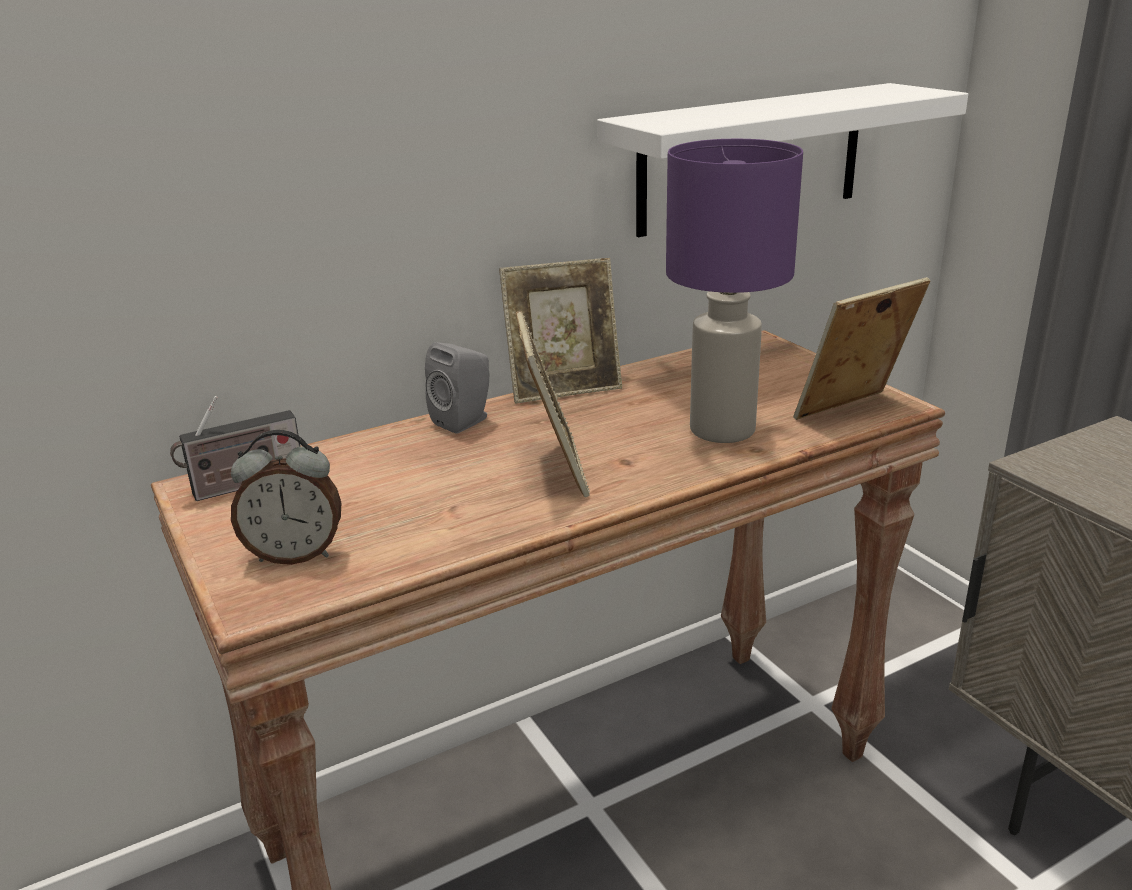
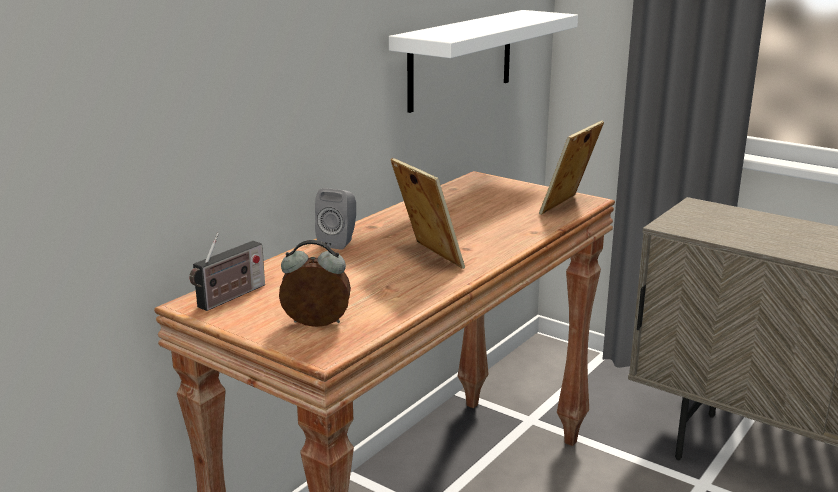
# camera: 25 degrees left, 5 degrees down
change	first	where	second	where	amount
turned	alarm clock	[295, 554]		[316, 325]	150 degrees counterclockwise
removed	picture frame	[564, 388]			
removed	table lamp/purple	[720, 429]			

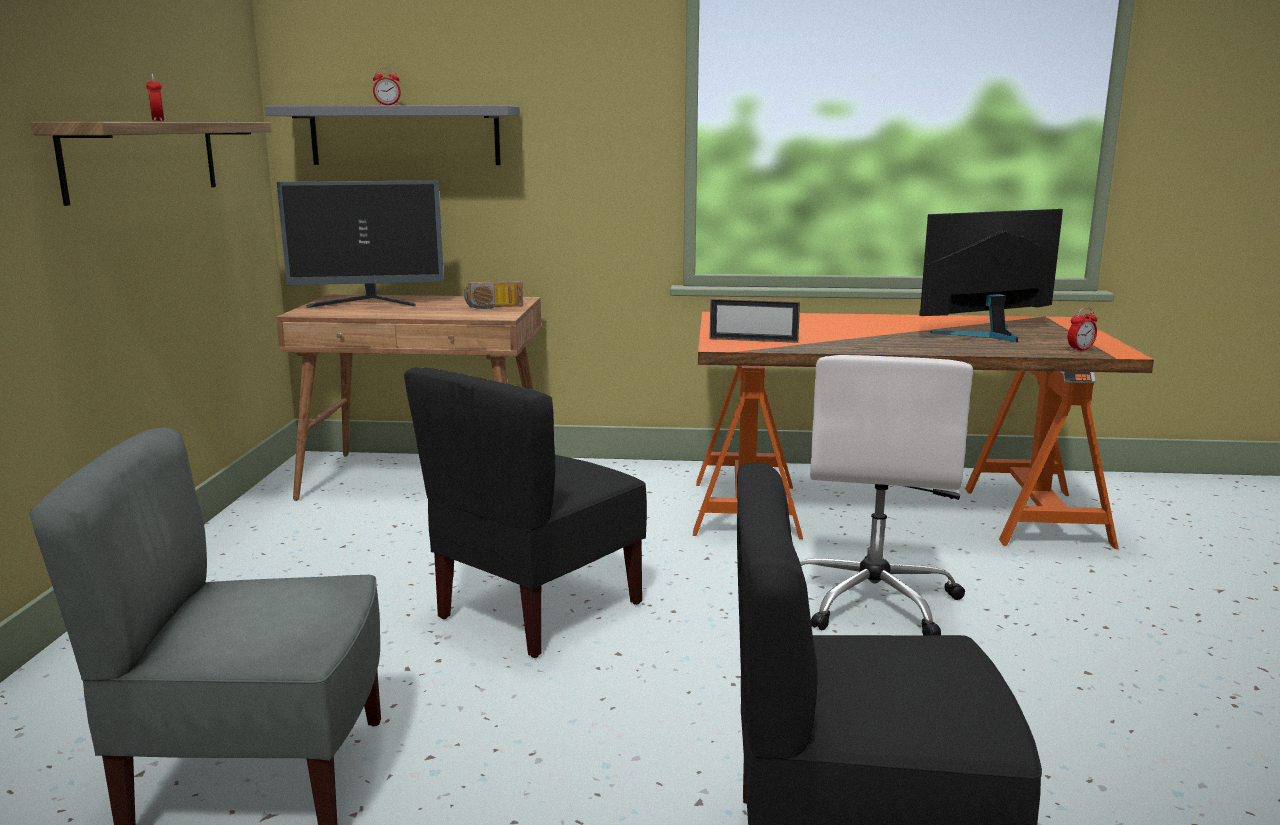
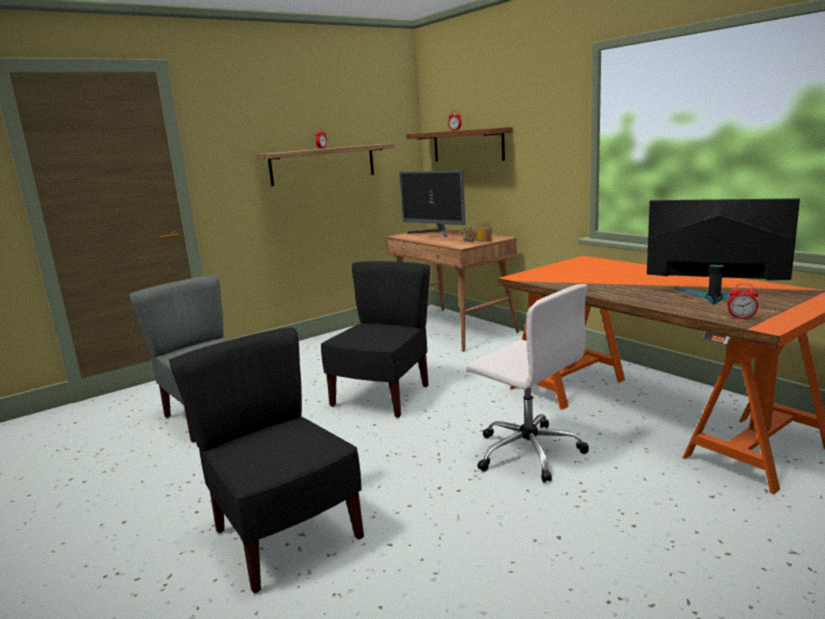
# camera: 50 degrees right, 0 degrees up
change	first	where	second	where	amount
turned	chair/black	[537, 610]		[382, 396]	120 degrees clockwise
recoloured	shelf/grey	[405, 135]	shelf/brown	[467, 145]	
turned	office chair/white	[873, 600]		[527, 451]	105 degrees counterclockwise
removed	picture frame	[753, 340]			

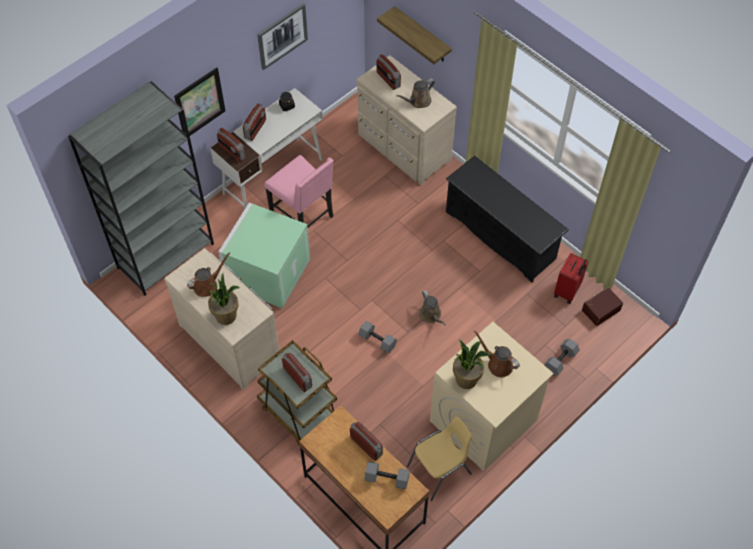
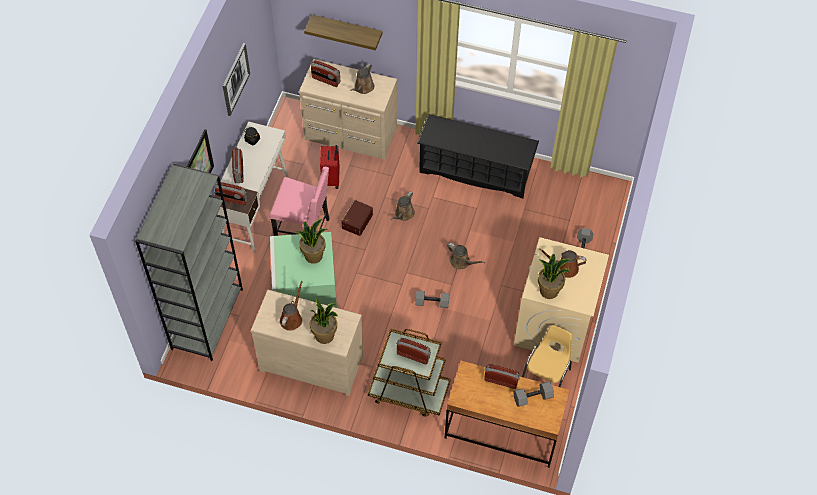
# camera: 30 degrees left, 0 degrees up
change	first	where	second	where	amount
added			potted plant	[313, 255]	
moved	suitcase/red	[567, 291]		[331, 179]	
moved	storage box/brown	[600, 309]		[356, 221]	
added			watering can/brown	[403, 214]	

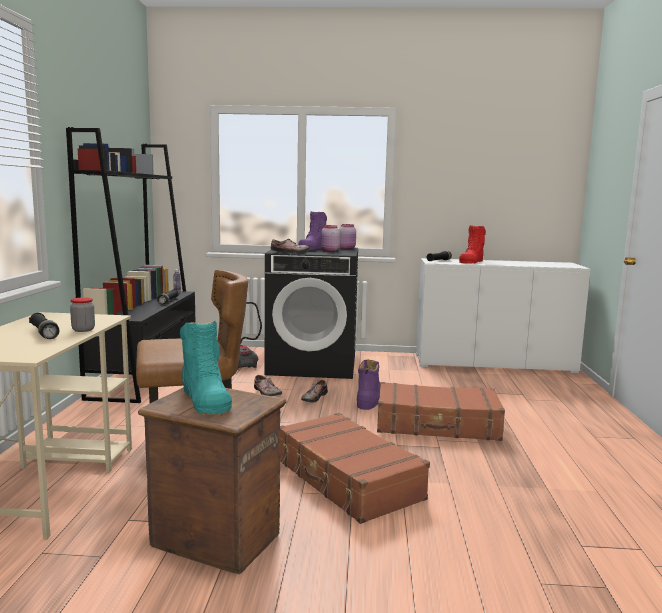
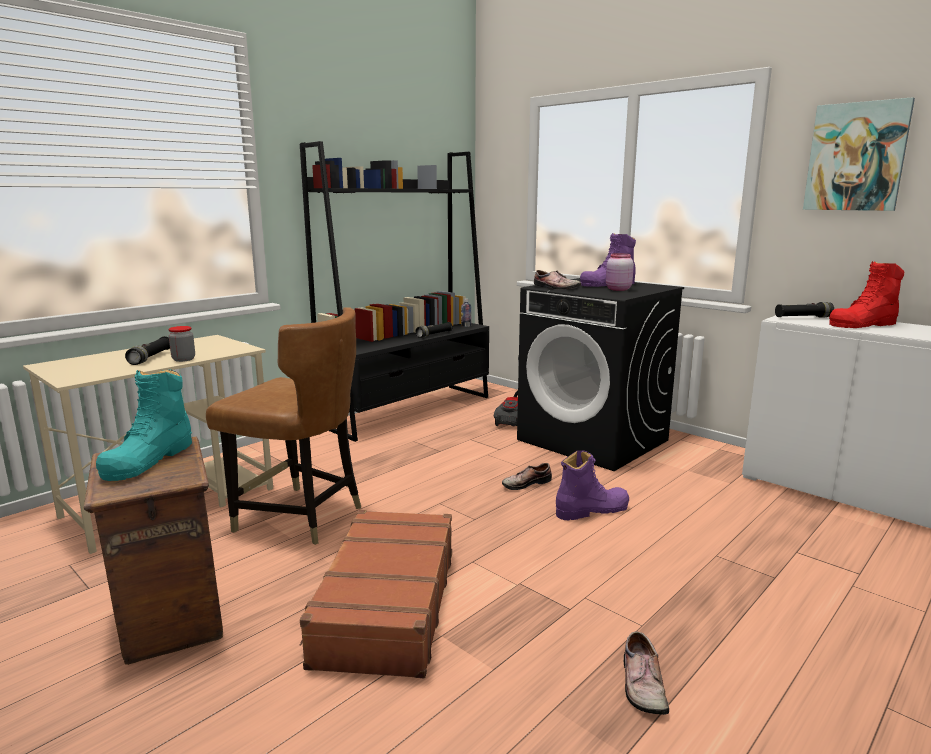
# camera: 40 degrees right, 5 degrees up
change	first	where	second	where	amount
moved	shoe	[266, 392]		[641, 684]	
added			picture	[856, 157]	
removed	jar/pink	[347, 248]			
removed	suitcase/brown	[437, 425]			

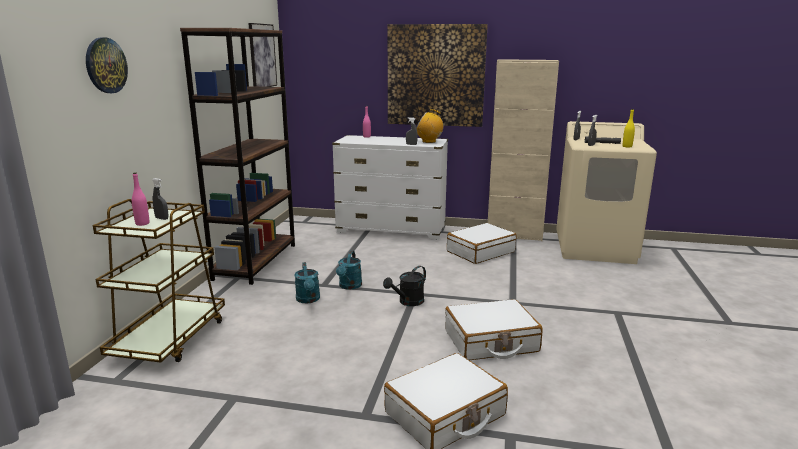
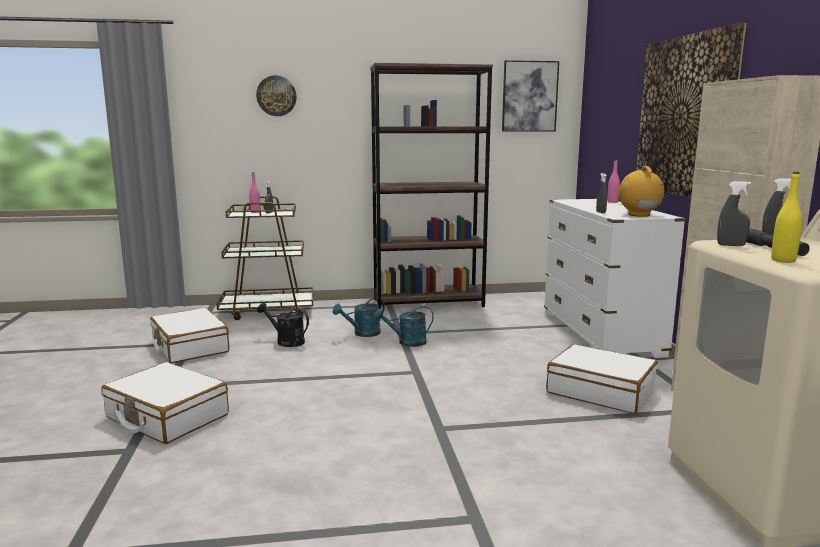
# camera: 70 degrees right, 5 degrees down
change	first	where	second	where	amount
moved	suitcase/white	[491, 341]		[189, 347]	
moved	watering can/black	[408, 302]		[286, 341]	

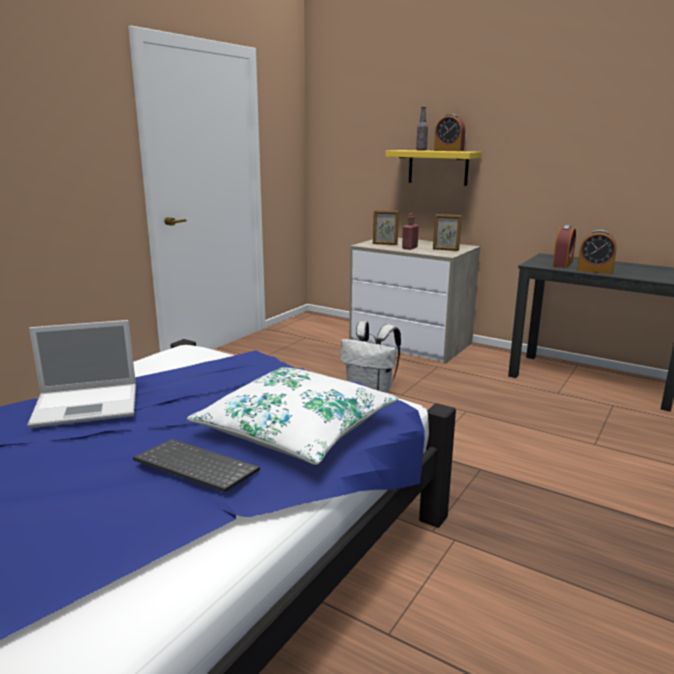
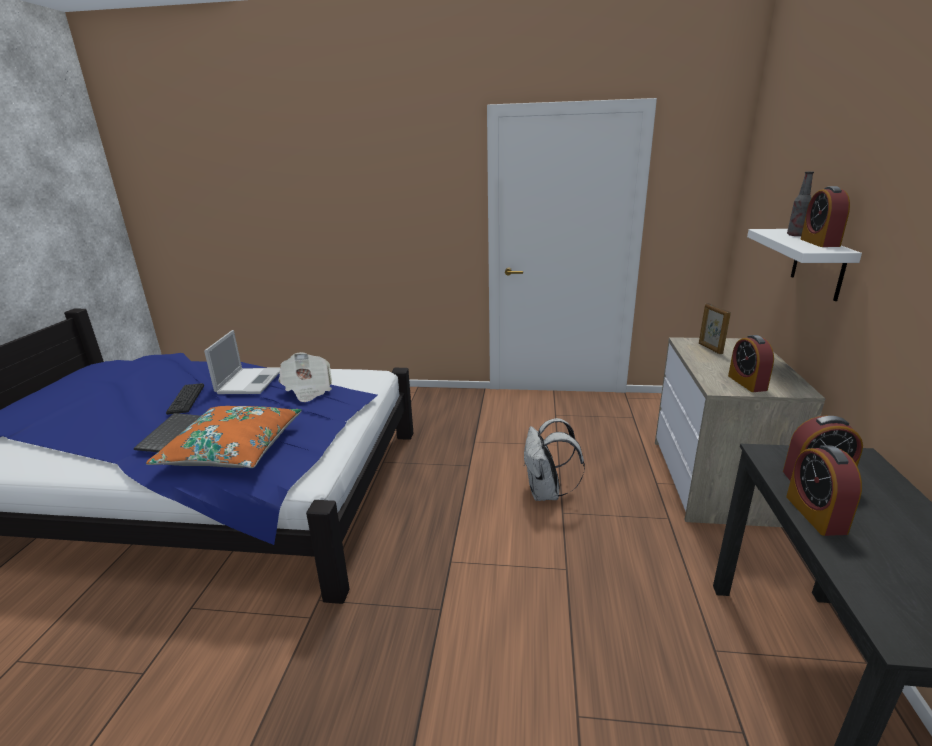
# camera: 65 degrees right, 5 degrees up
change	first	where	second	where	amount
recoloured	pillow/white	[296, 429]	pillow/orange	[233, 449]	
added			keyboard	[186, 399]	
turned	laptop	[88, 405]		[250, 381]	135 degrees counterclockwise
added			newspaper	[308, 390]	
replaced	picture frame	[445, 250]	alarm clock	[747, 383]	
recoloured	shelf/yellow	[438, 167]	shelf/white	[818, 264]	
removed	bottle/red	[409, 248]			

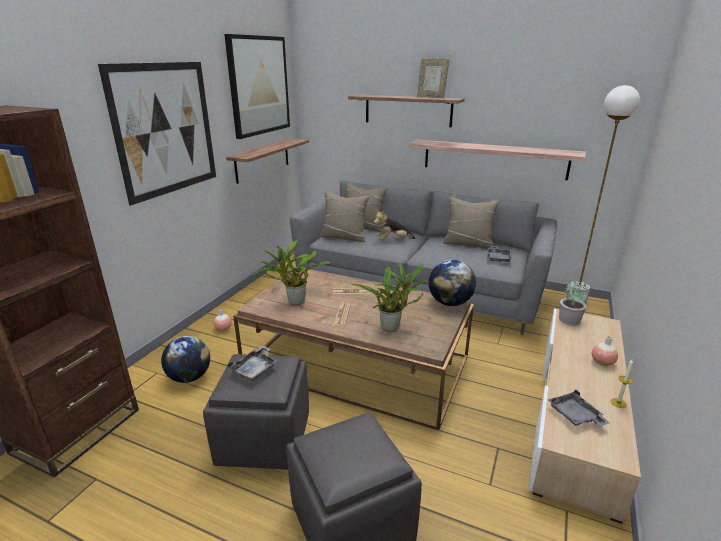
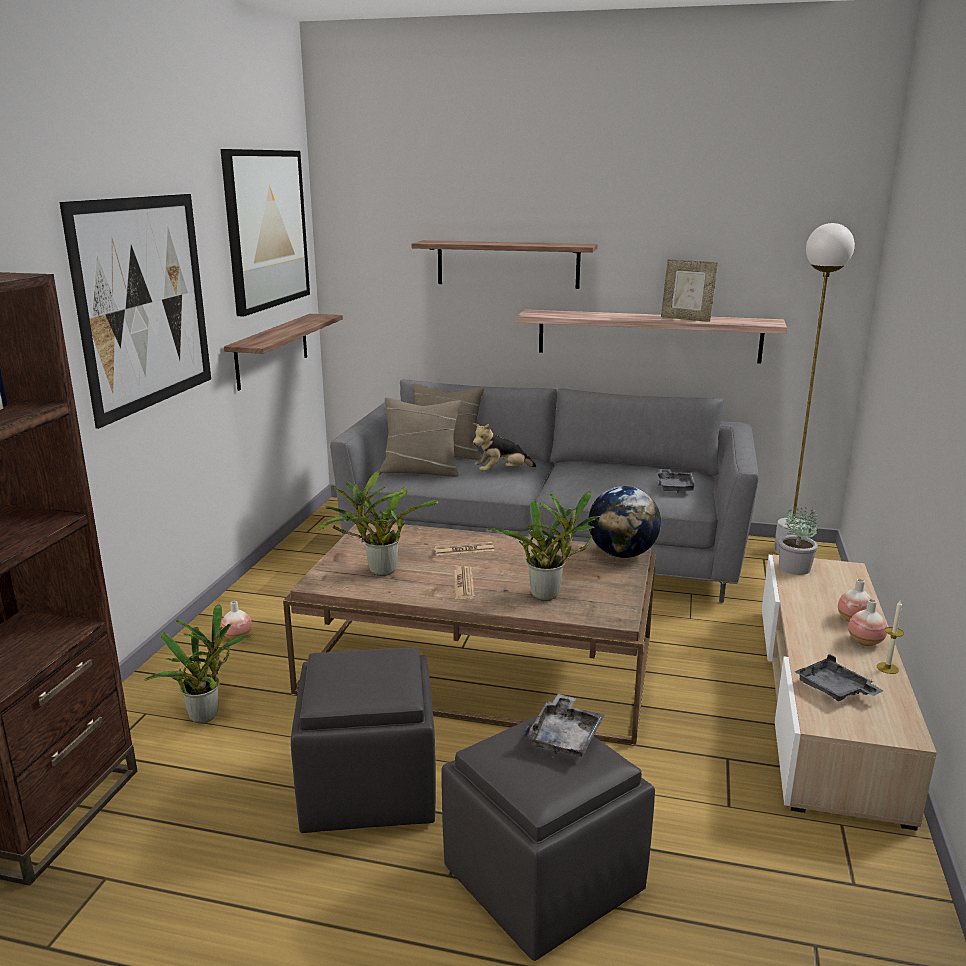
# camera: 10 degrees left, 5 degrees down
change	first	where	second	where	amount
replaced	globe	[189, 377]	potted plant	[207, 714]	
moved	tray/grey	[255, 369]		[565, 737]	
moved	picture frame	[431, 97]		[686, 319]	
added			vase	[865, 641]	
removed	pillow/beige	[468, 244]			

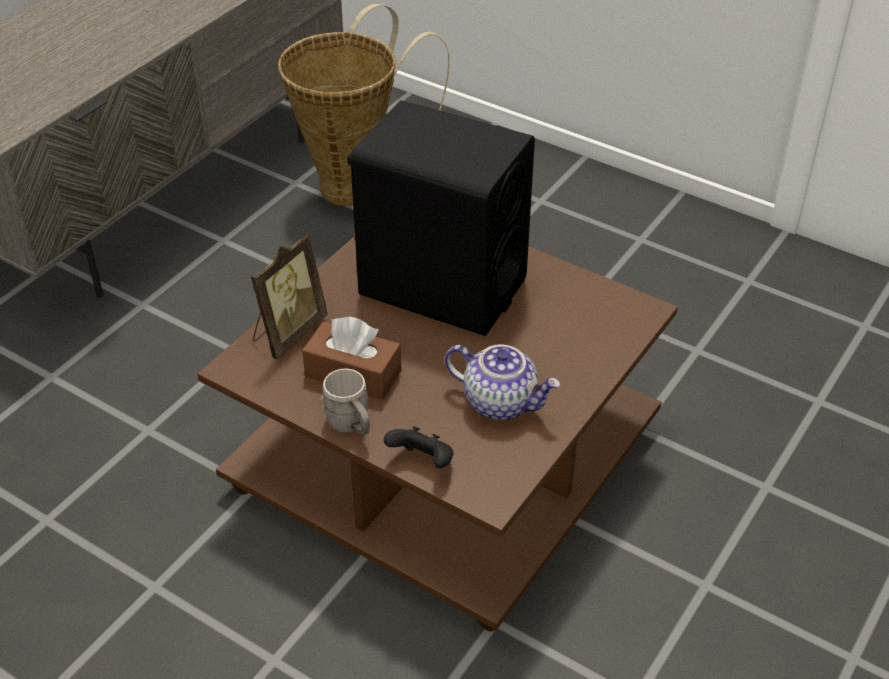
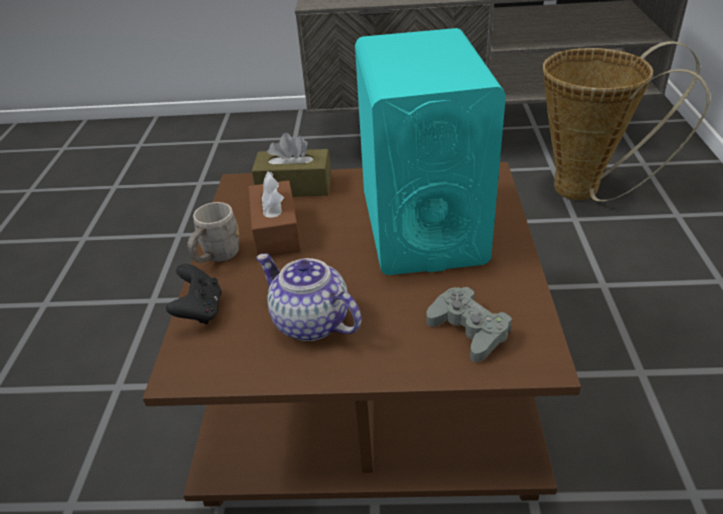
# camera: 60 degrees right, 5 degrees down
change	first	where	second	where	amount
replaced	picture frame	[288, 333]	tissue box/brown	[294, 186]	
turned	teapot	[501, 402]		[310, 322]	135 degrees clockwise
recoloured	speaker/black	[442, 287]	speaker/turquoise	[422, 226]	
added			game controller/grey	[468, 330]	

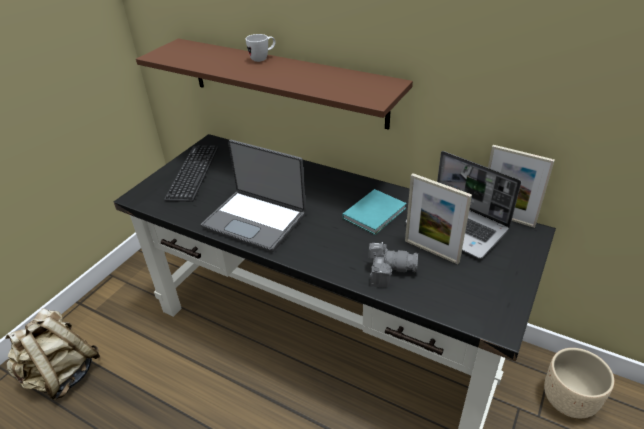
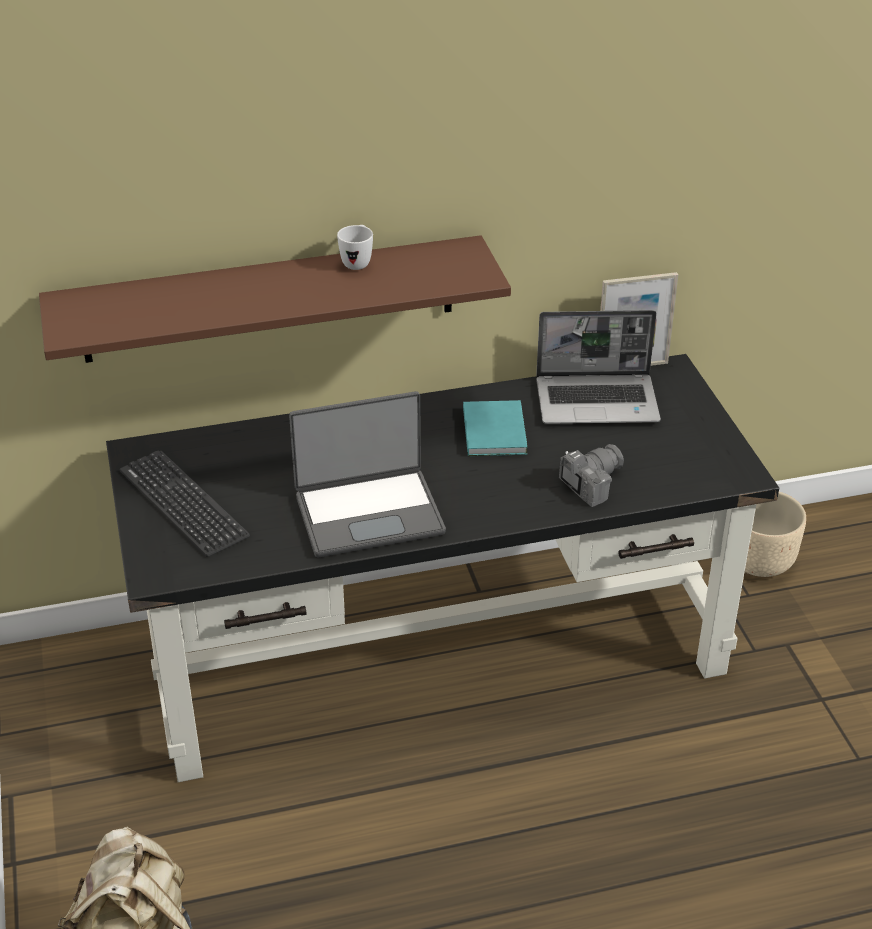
# camera: 45 degrees left, 0 degrees up
change	first	where	second	where	amount
moved	mug/white	[262, 58]		[358, 262]	
removed	picture frame	[431, 251]			

